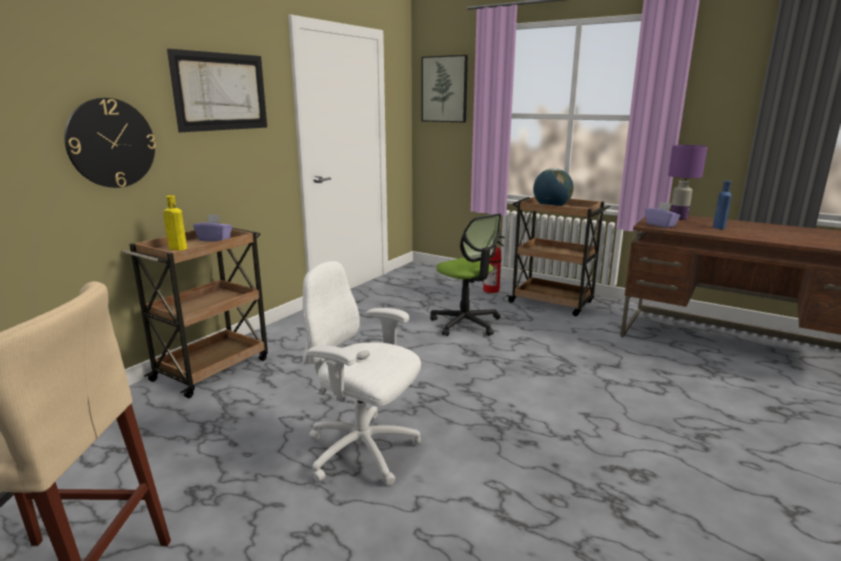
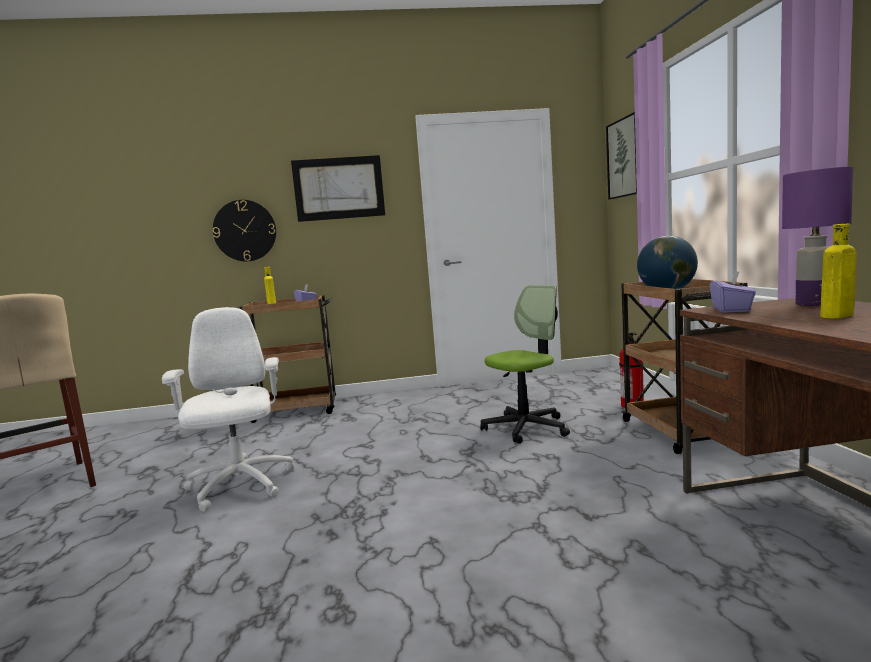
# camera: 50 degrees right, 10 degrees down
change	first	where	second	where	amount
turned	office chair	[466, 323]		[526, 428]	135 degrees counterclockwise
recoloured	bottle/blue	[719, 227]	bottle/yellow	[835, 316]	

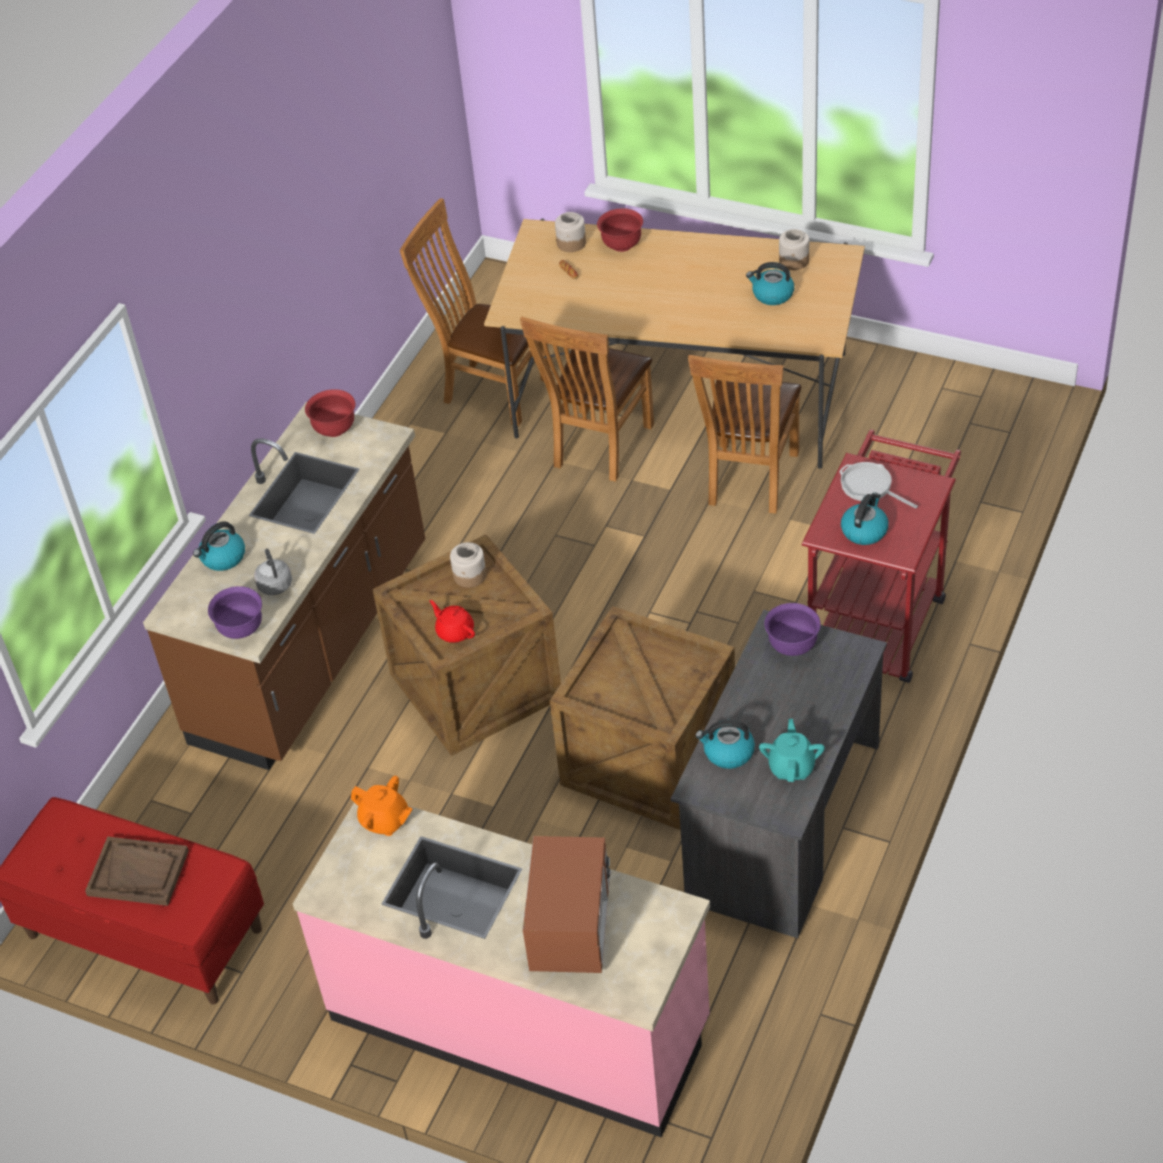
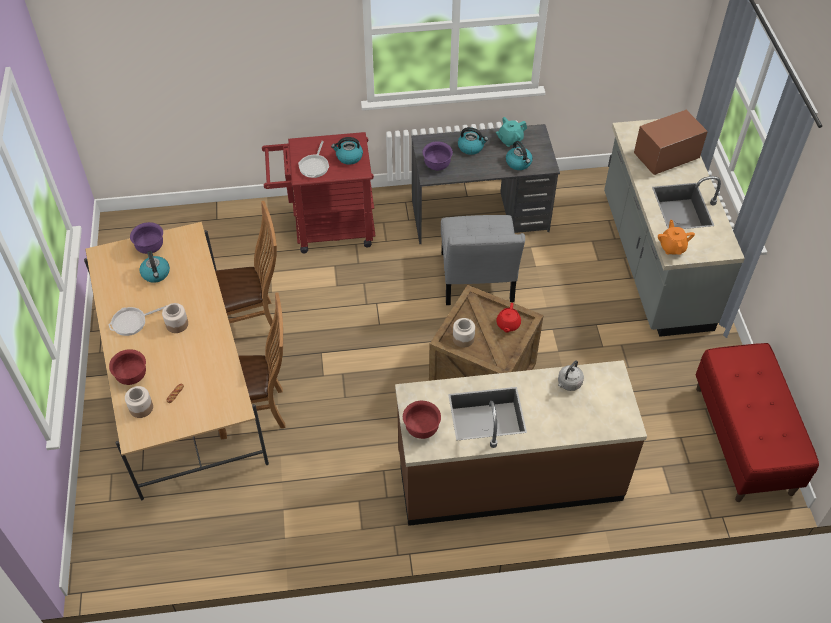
# camera: 125 degrees left, 5 degrees up
change	first	where	second	where	amount
added			frying pan	[132, 322]	
moved	bowl/purple	[241, 629]		[150, 248]	
moved	jar	[794, 261]		[177, 324]	
replaced	crate	[648, 756]	chair/grey	[477, 281]	
moved	kettle	[223, 558]		[471, 147]	
recoloured	counter/pink	[520, 1020]	counter/grey	[653, 262]	
removed	tray/brown	[138, 873]			
removed	chair/brown	[490, 390]			

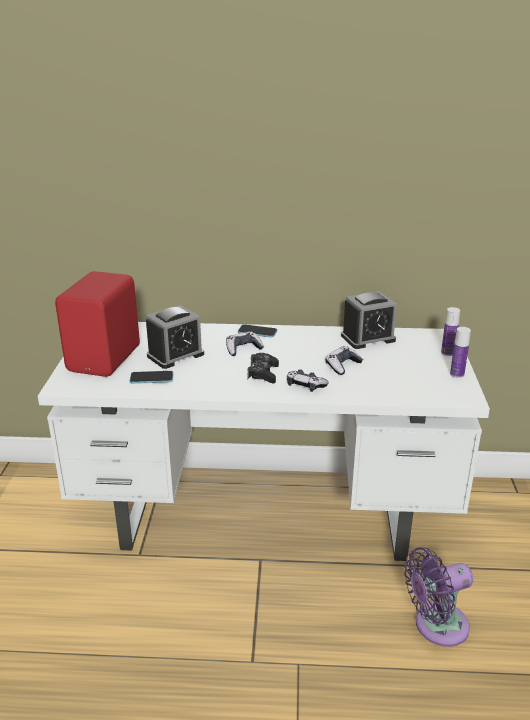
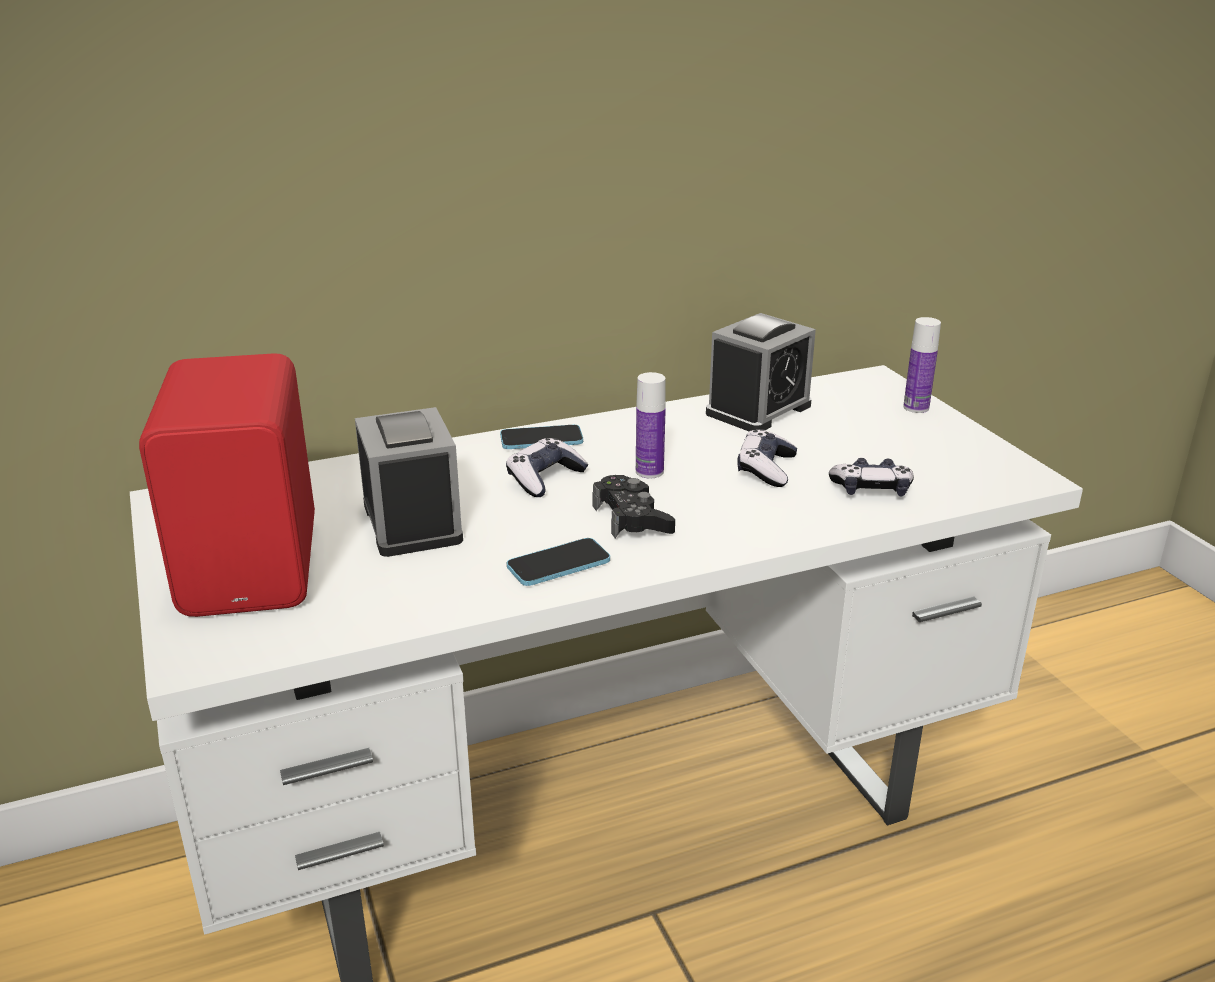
# camera: 25 degrees left, 0 degrees up
change	first	where	second	where	amount
turned	alarm clock	[175, 355]		[412, 522]	45 degrees counterclockwise
moved	phone	[151, 378]		[558, 565]	
moved	bottle	[457, 374]		[649, 472]	
moved	game controller	[305, 386]		[871, 490]	
removed	fan/purple	[436, 626]			

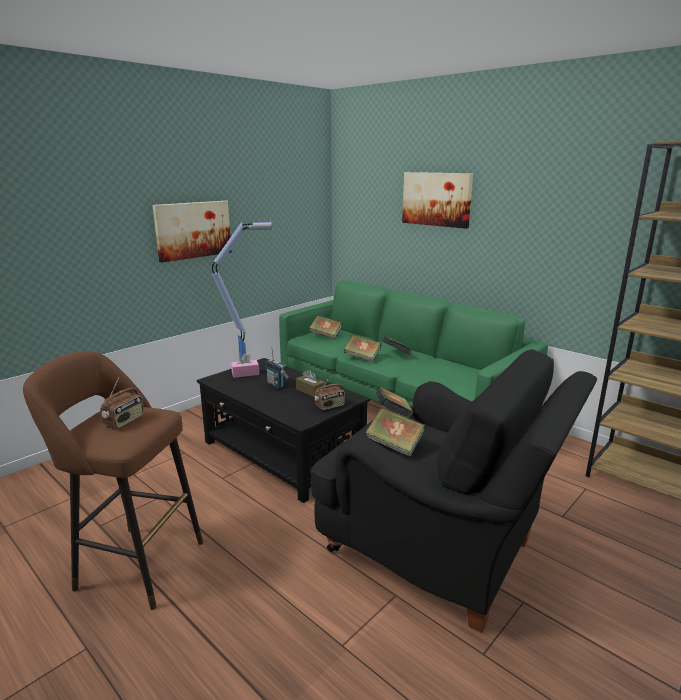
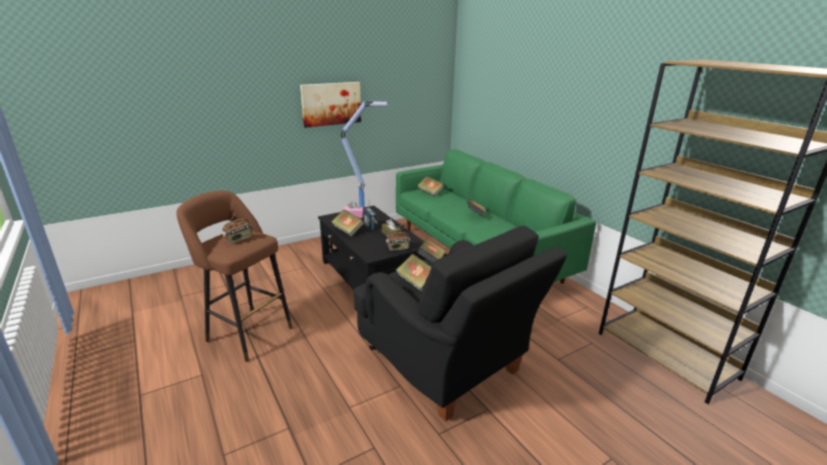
# camera: 15 degrees right, 5 degrees up
change	first	where	second	where	amount
moved	book	[362, 357]		[348, 231]	
removed	picture	[436, 199]			

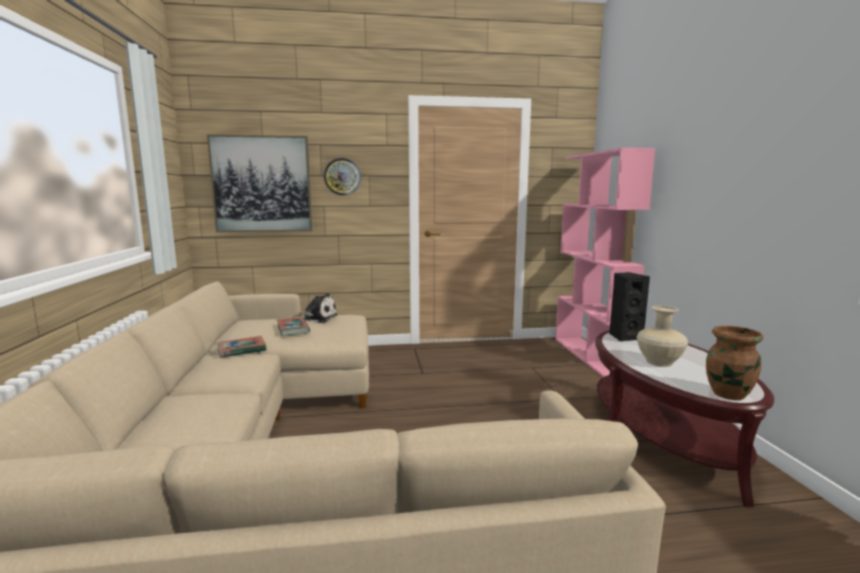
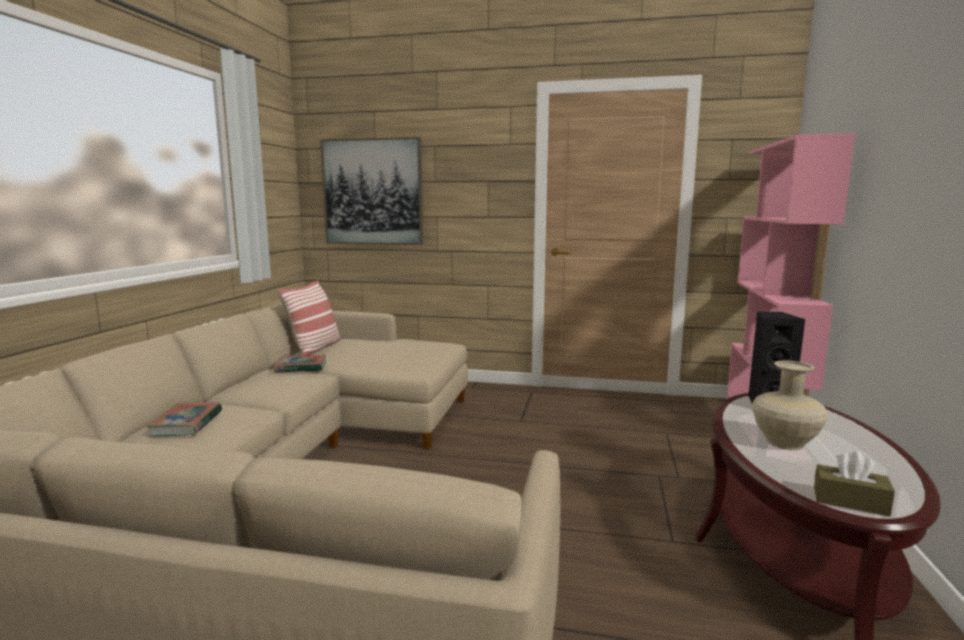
# camera: 20 degrees right, 0 degrees up
change	first	where	second	where	amount
moved	book	[293, 329]		[187, 423]	
added			pillow	[315, 348]	
replaced	vase/brown	[728, 394]	tissue box/brown	[850, 501]	
removed	plush toy	[317, 318]			
removed	wall clock	[342, 176]			

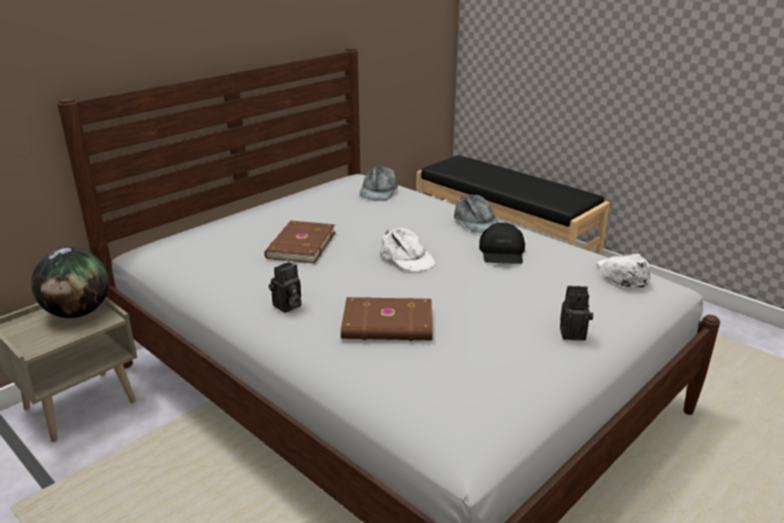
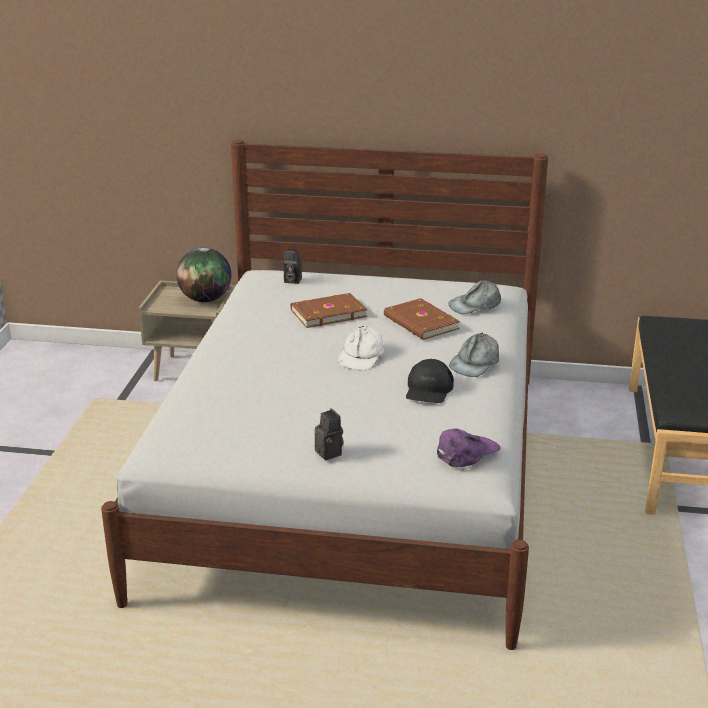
# camera: 55 degrees right, 0 degrees up
change	first	where	second	where	amount
moved	photo camera	[287, 306]		[291, 280]	
moved	book/brown	[388, 324]		[420, 323]	
turned	cap/black	[502, 252]		[428, 389]	45 degrees counterclockwise
recoloured	cap/white	[622, 274]	cap/purple	[466, 452]	

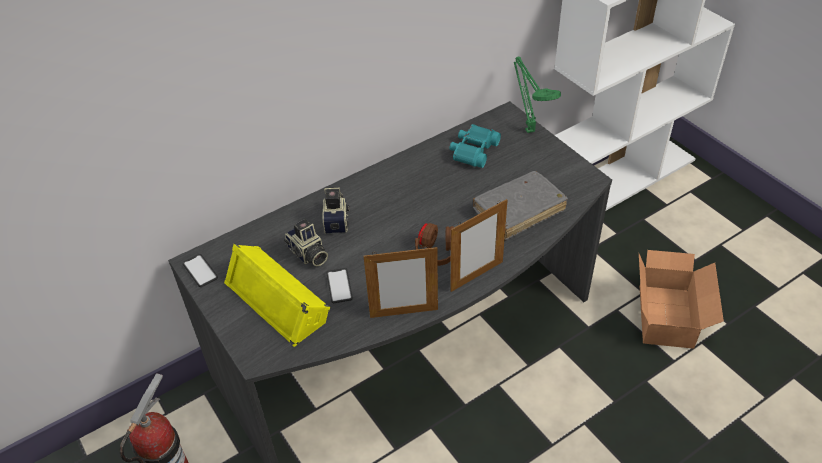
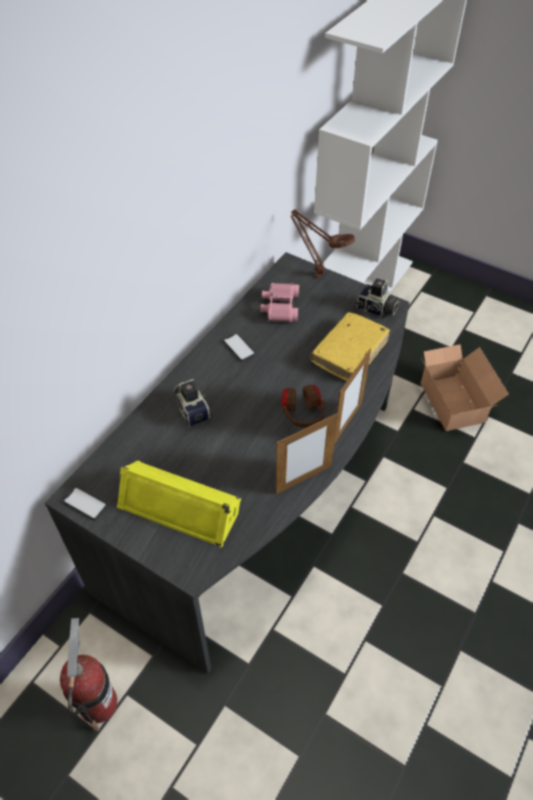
# camera: 25 degrees left, 5 degrees up
change	first	where	second	where	amount
moved	phone	[339, 286]		[239, 347]	
recoloured	binoculars/turquoise	[473, 151]	binoculars/pink	[280, 307]	
recoloured	table lamp/green	[528, 129]	table lamp/brown	[316, 274]	
recoloured	book/grey	[519, 211]	book/yellow	[349, 352]	
moved	photo camera	[307, 254]		[376, 309]	

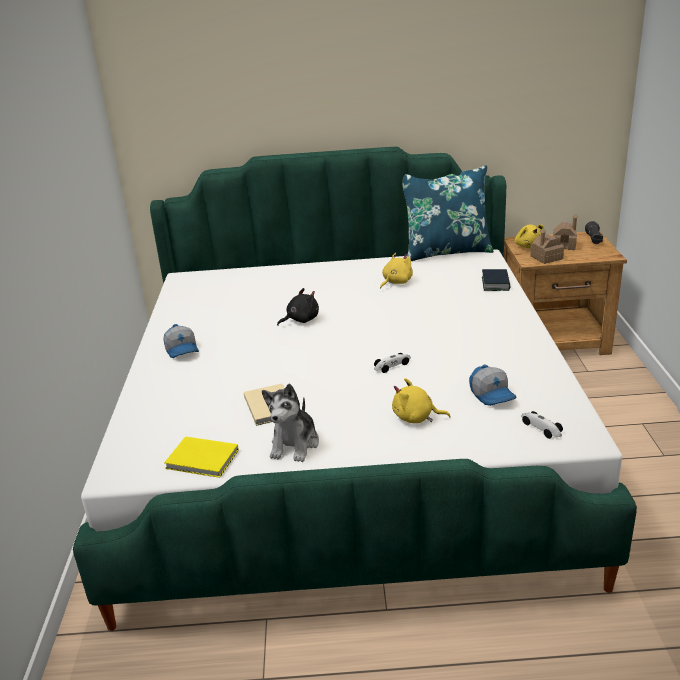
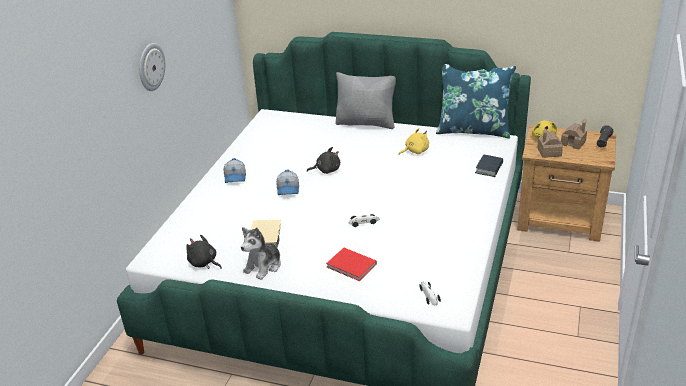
# camera: 20 degrees right, 5 degrees up
change	first	where	second	where	amount
added			wall clock	[151, 67]	
replaced	book/yellow	[203, 460]	plush toy/black	[204, 263]	
moved	cap	[492, 394]		[288, 189]	
replaced	plush toy/yellow	[416, 417]	book/red	[352, 266]	
added			pillow/grey	[366, 123]	

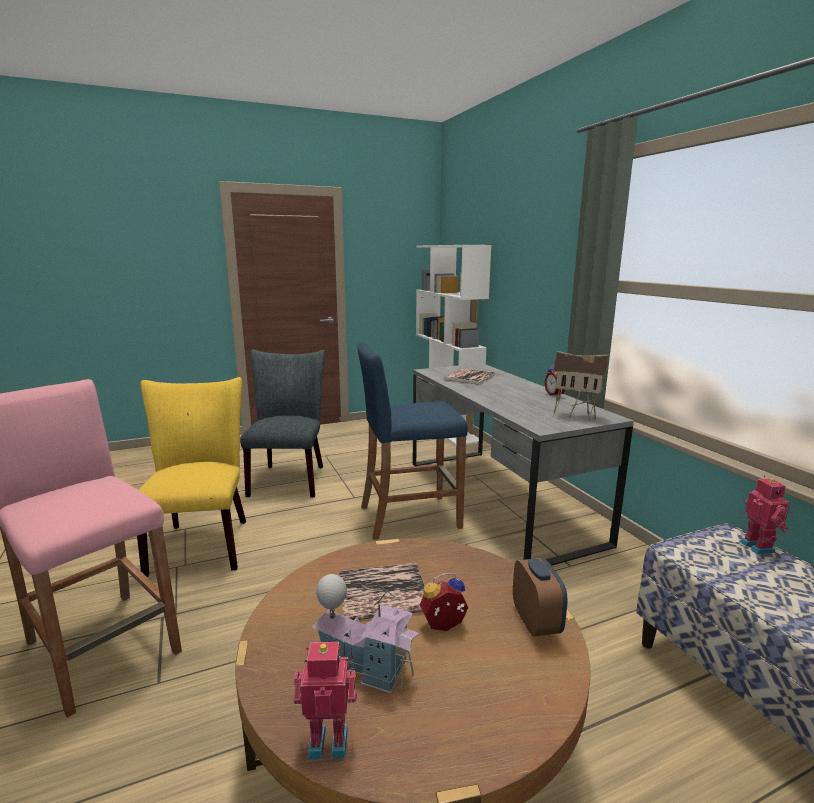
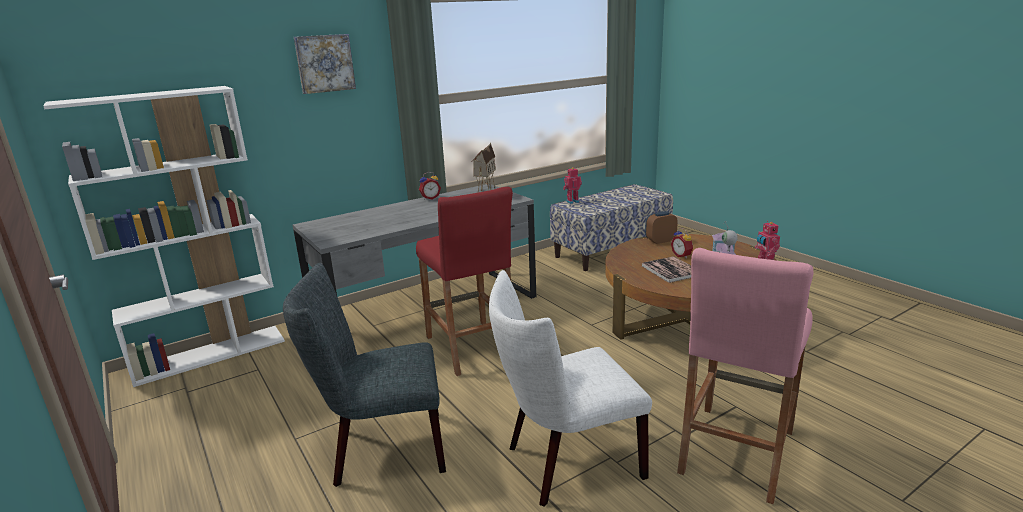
# camera: 100 degrees left, 5 degrees up
change	first	where	second	where	amount
added			picture	[324, 63]	
recoloured	stool/blue	[410, 517]	stool/red	[470, 347]	
recoloured	chair/yellow	[202, 542]	chair/white	[566, 463]	
removed	book	[470, 377]			

